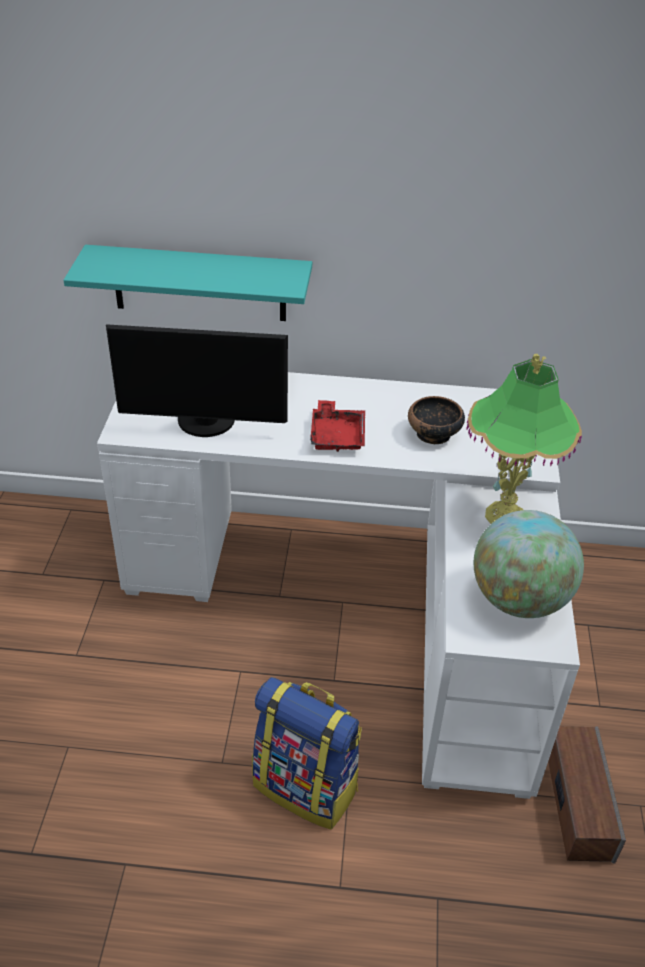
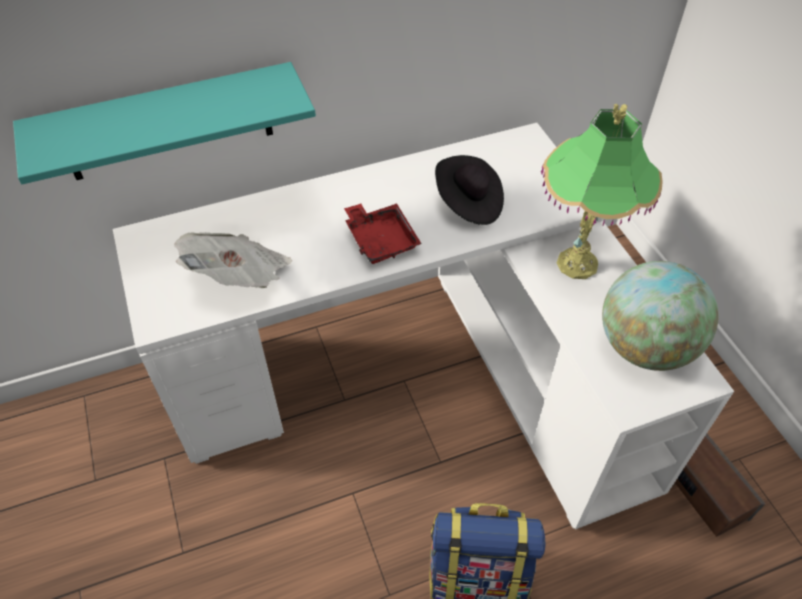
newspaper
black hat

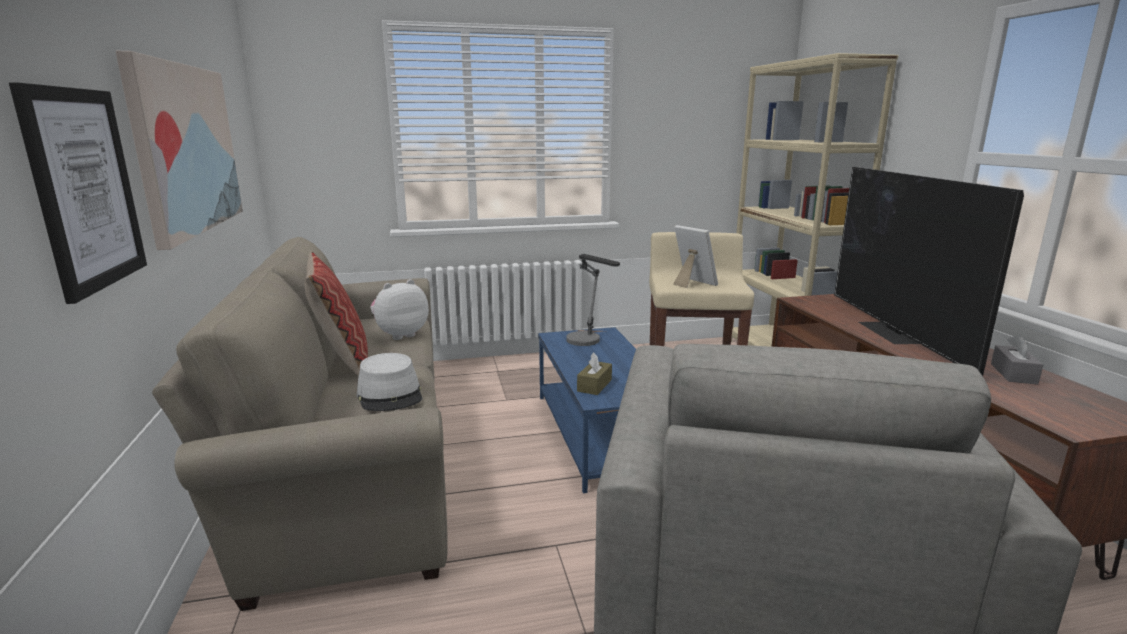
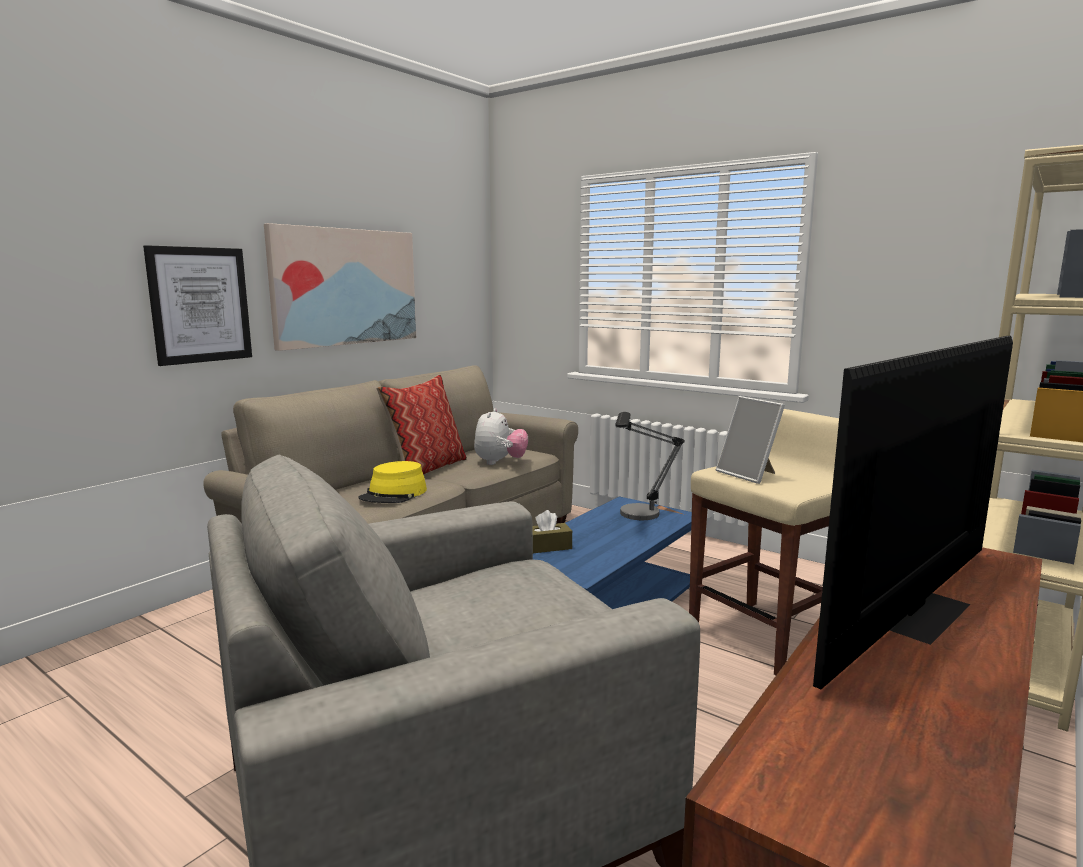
yellow hat
plush toy
picture frame
grey tissue box

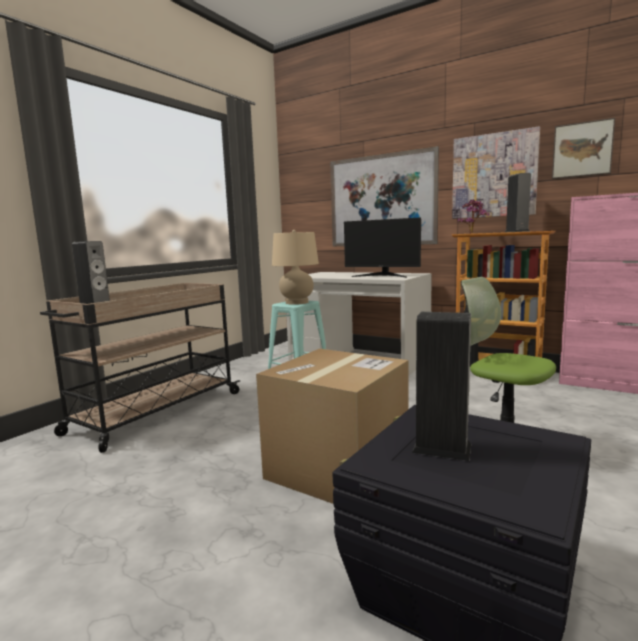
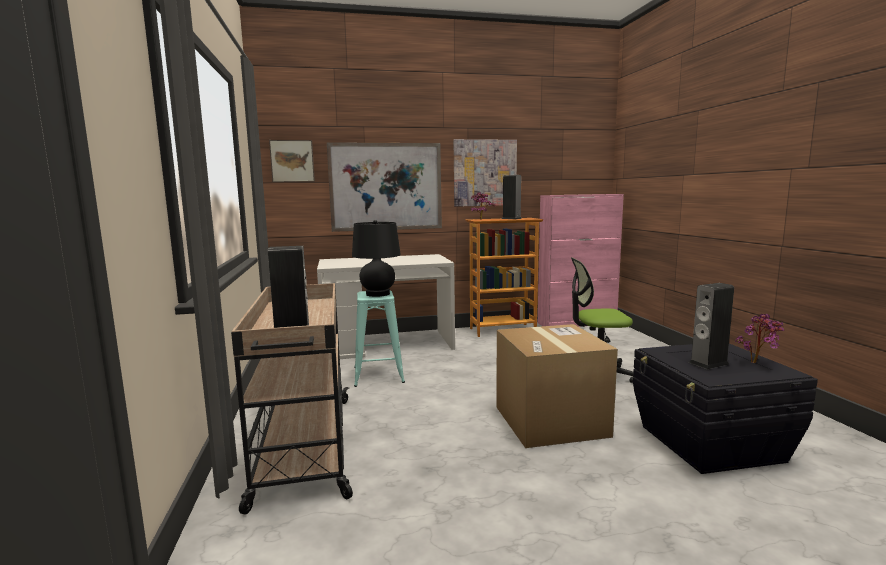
picture (no. 1 from left)
black table lamp
potted plant (no. 2 from left)
monitor

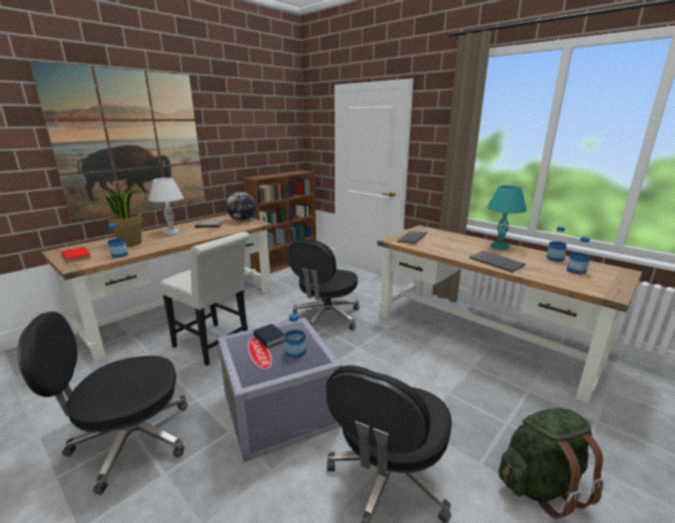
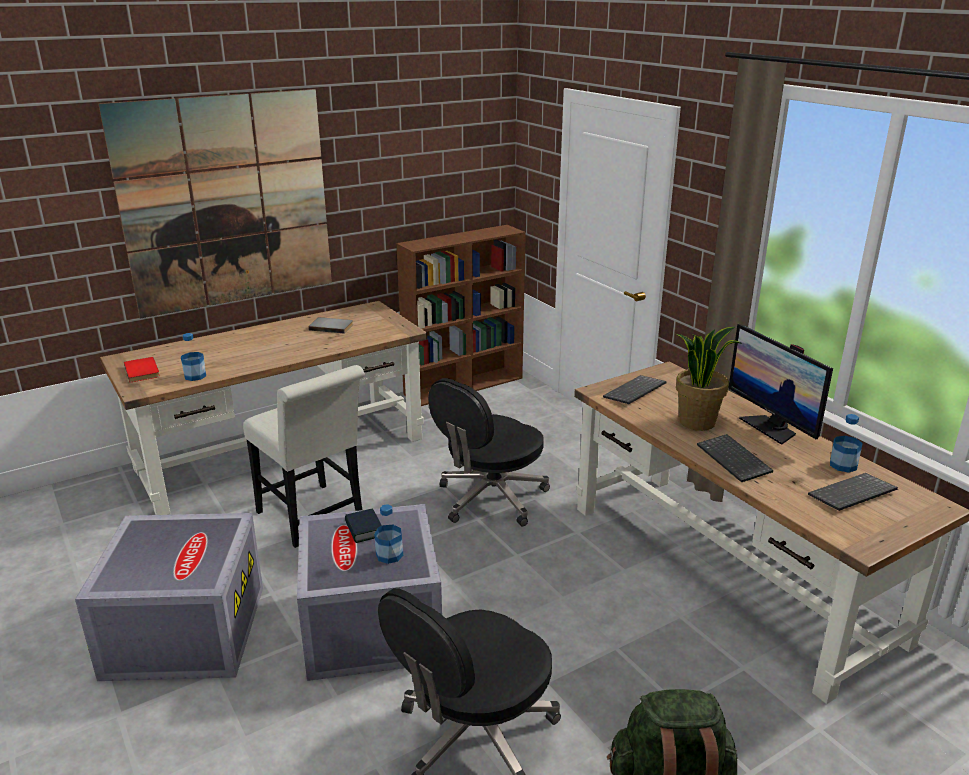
grey storage box (no. 1 from left)
potted plant
monitor
keyboard (no. 3 from left)
white table lamp
globe

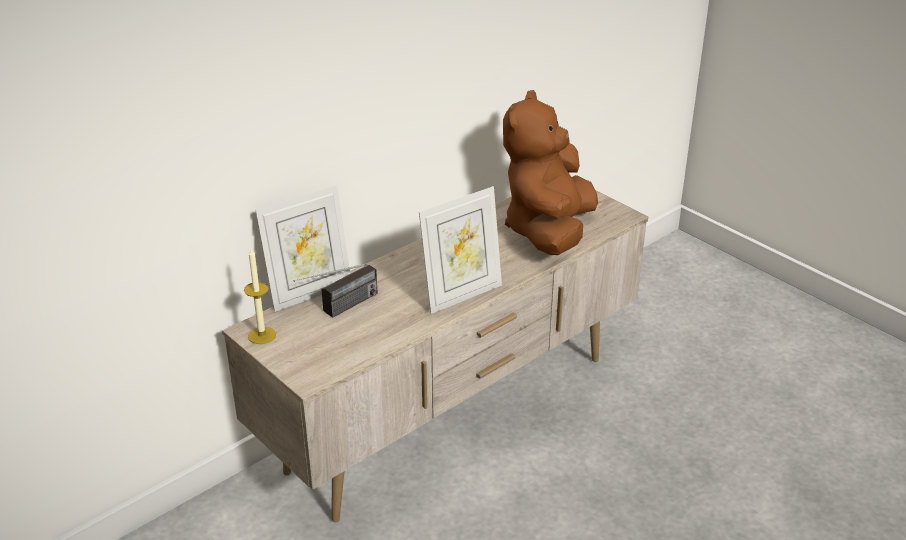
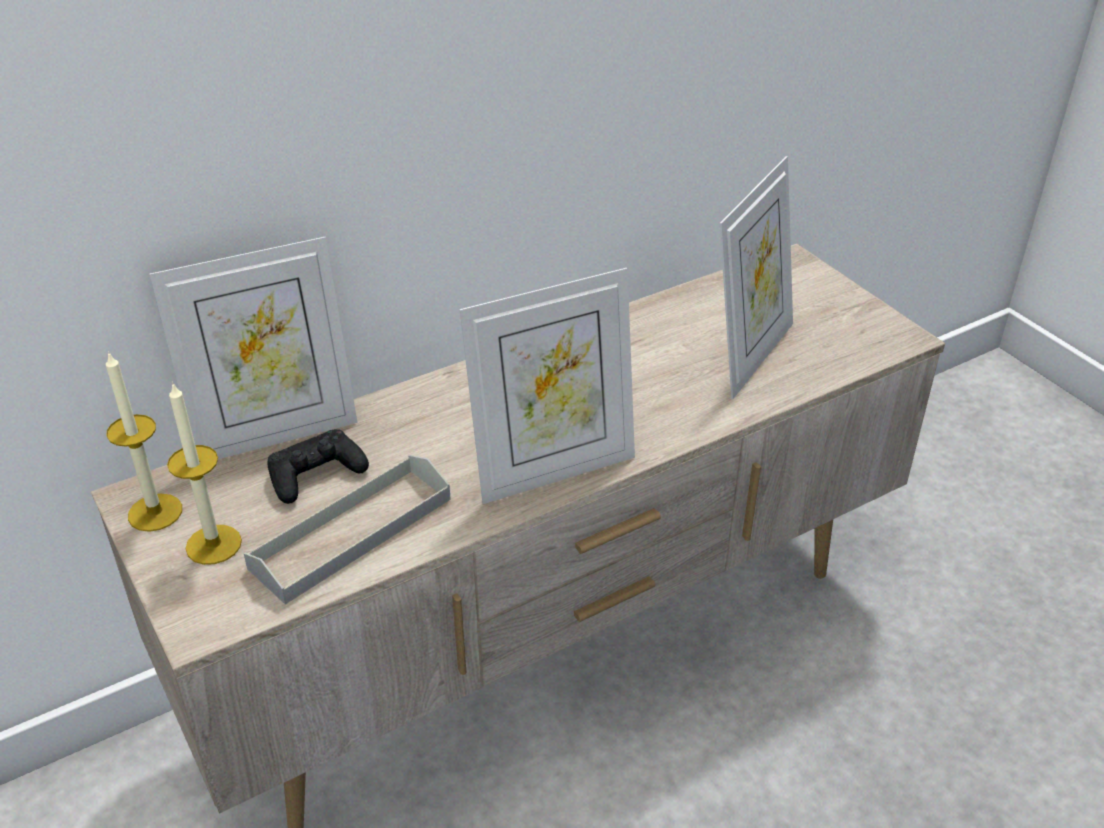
candle (no. 2 from left)
grey tray
black game controller
picture frame (no. 3 from left)

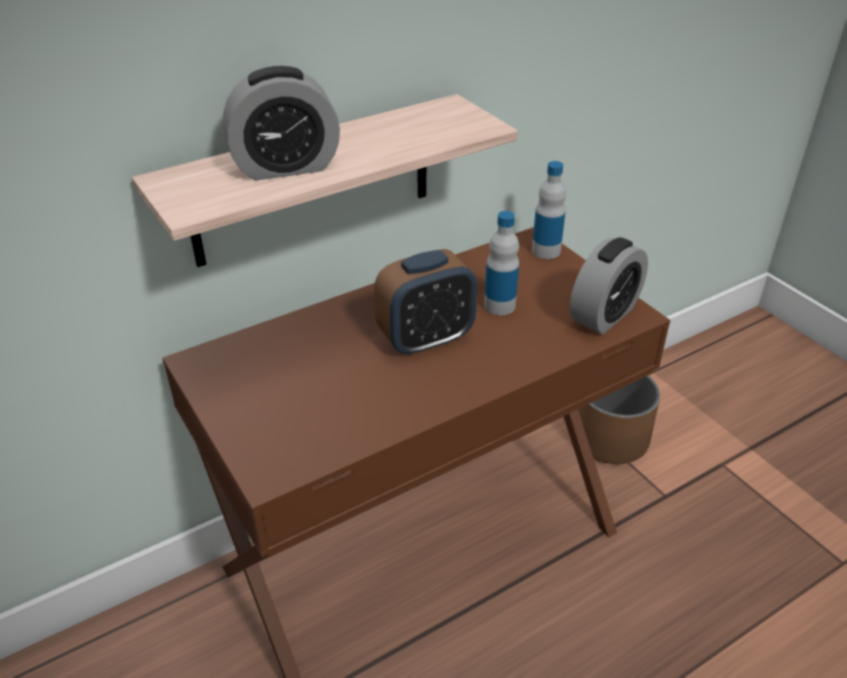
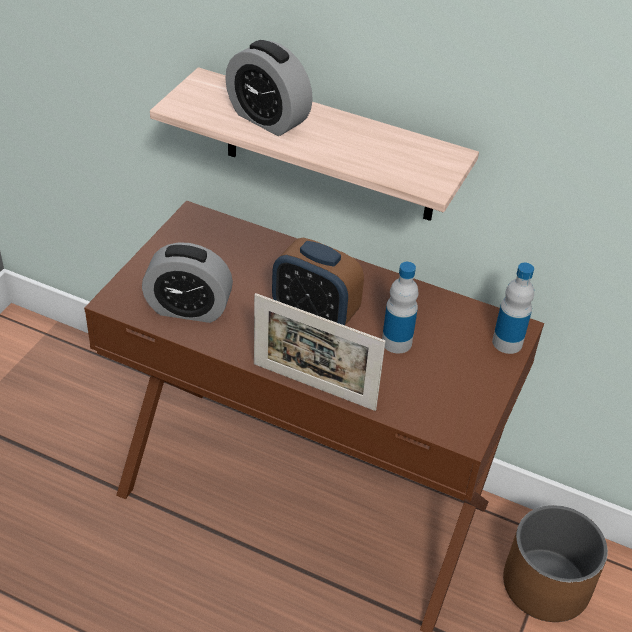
alarm clock (no. 1 from left)
picture frame

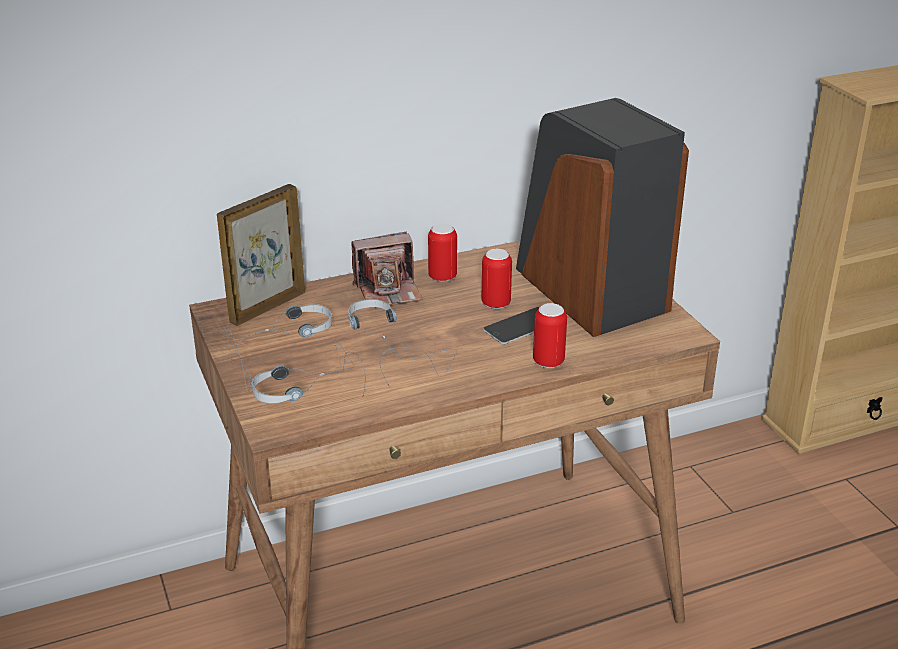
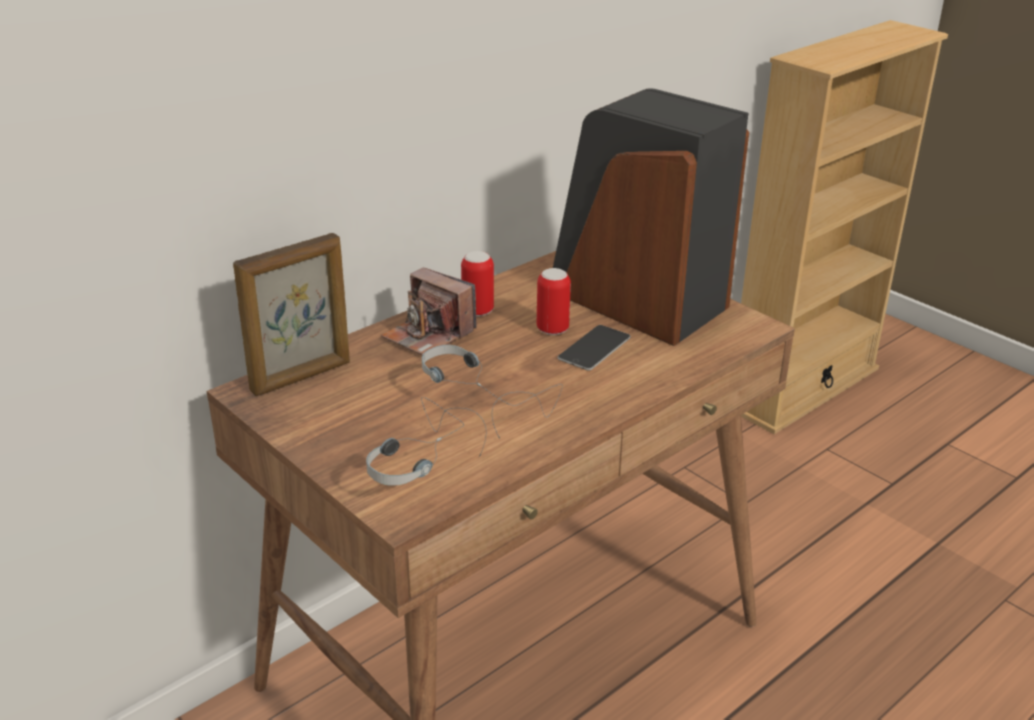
picture frame
photo camera
headphones (no. 1 from left in the first image)
can (no. 3 from left in the first image)

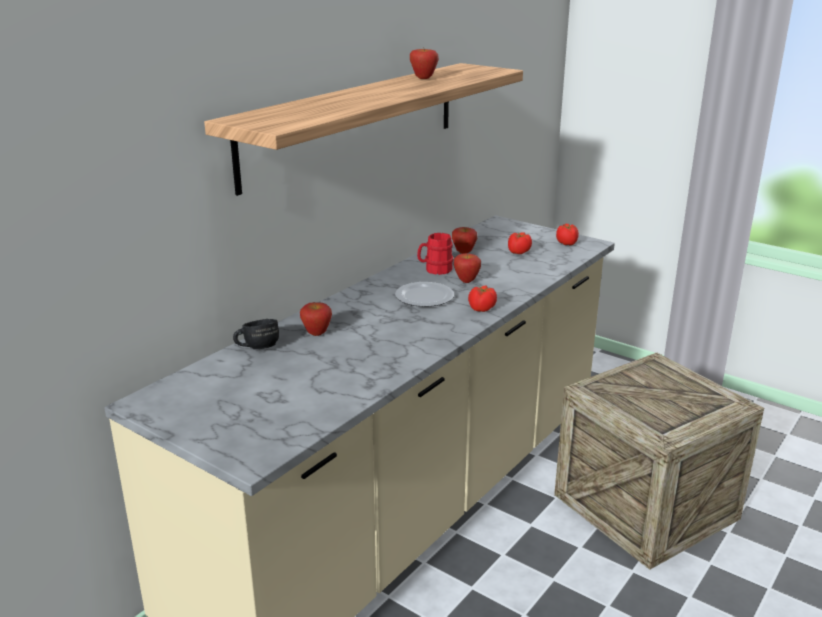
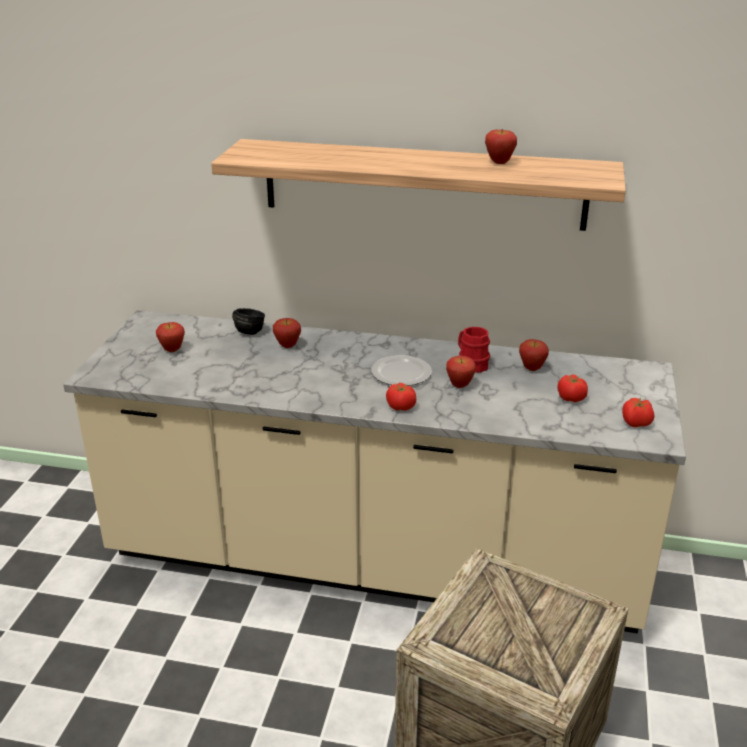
apple (no. 1 from left)

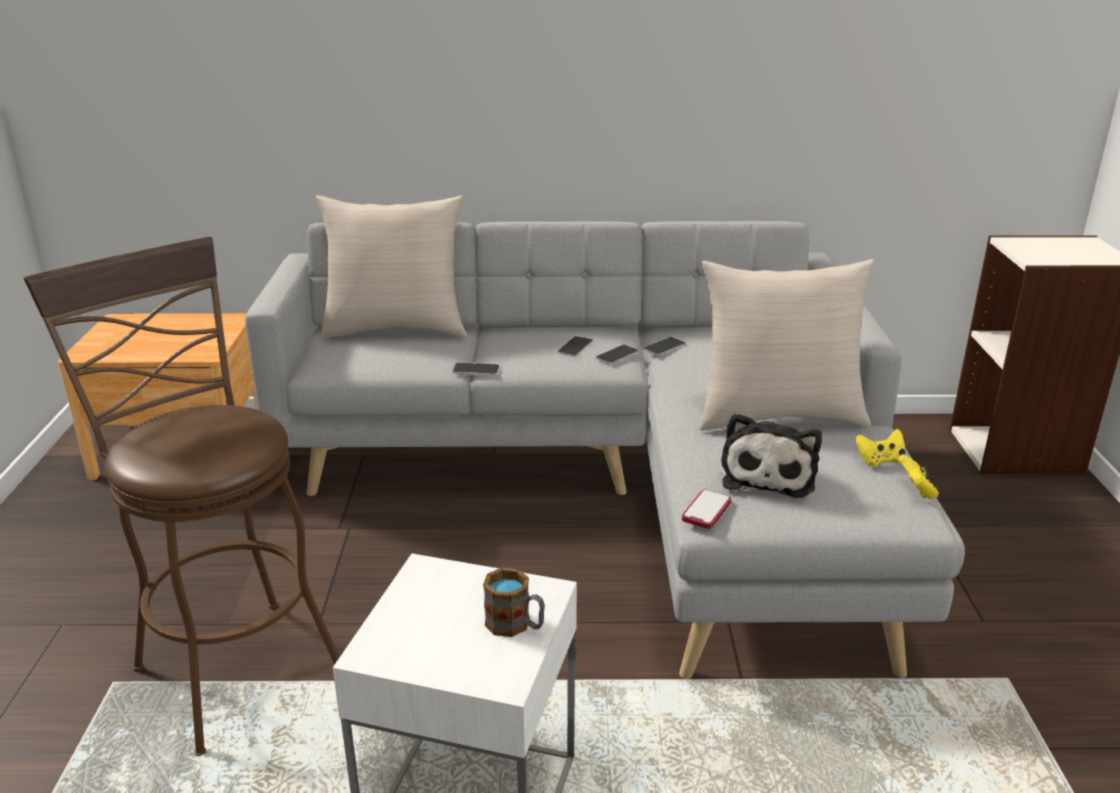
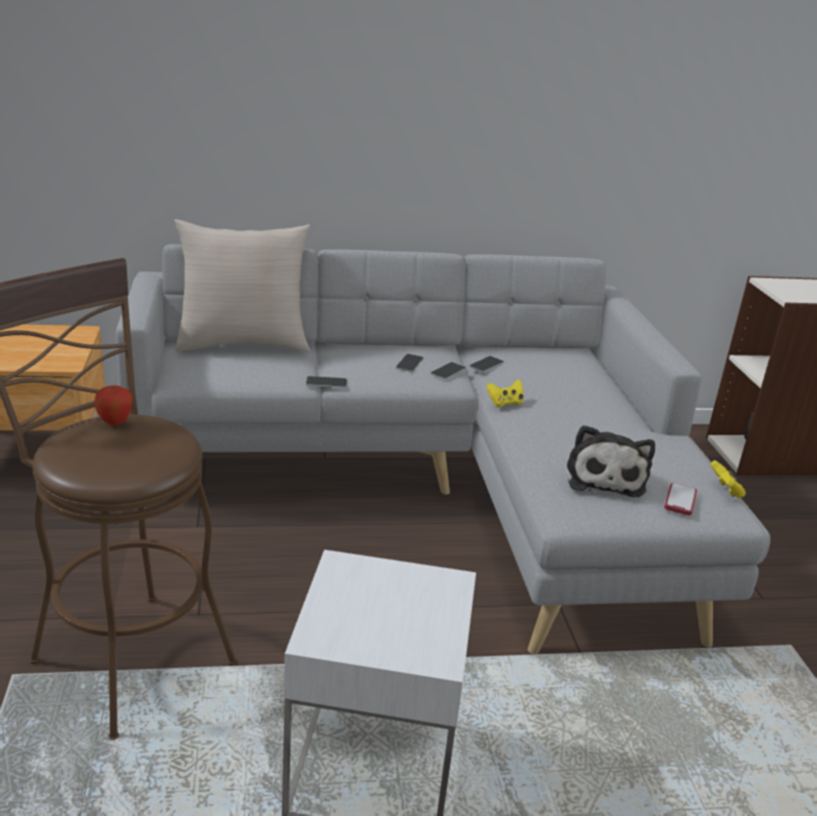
apple
yellow game controller (no. 1 from left)
phone (no. 5 from left)
mug
beige pillow (no. 2 from left in the first image)

